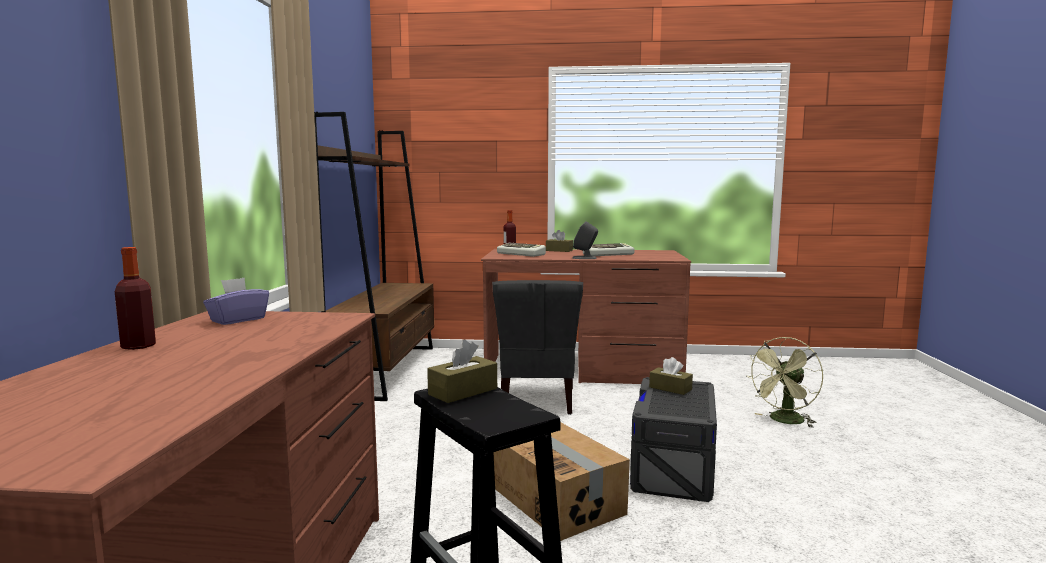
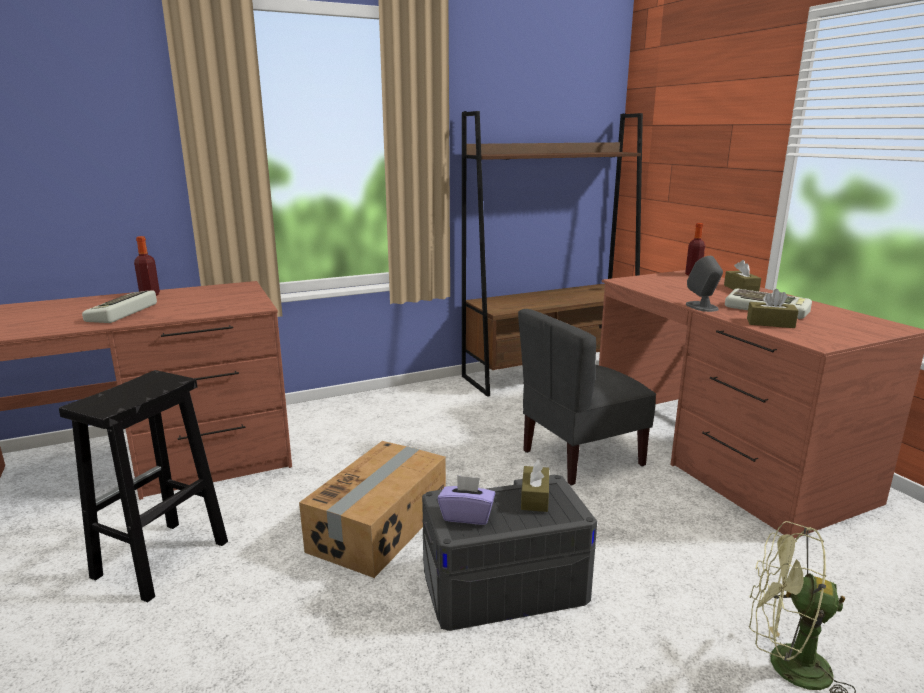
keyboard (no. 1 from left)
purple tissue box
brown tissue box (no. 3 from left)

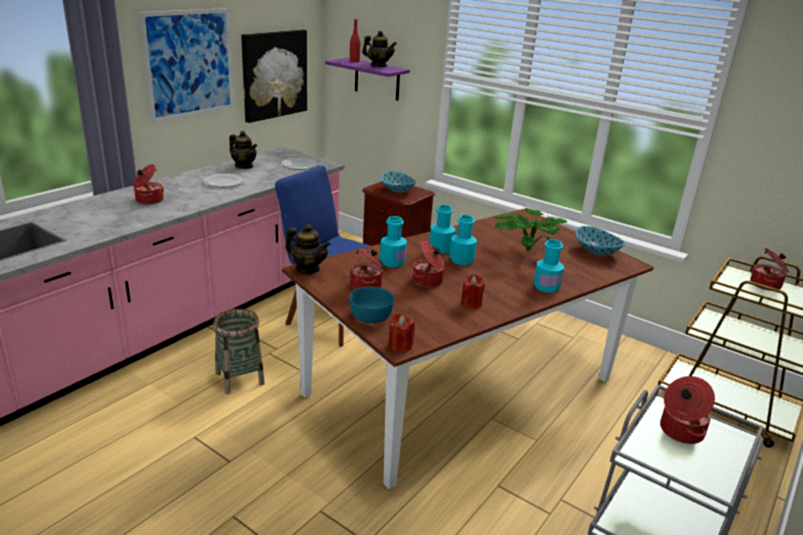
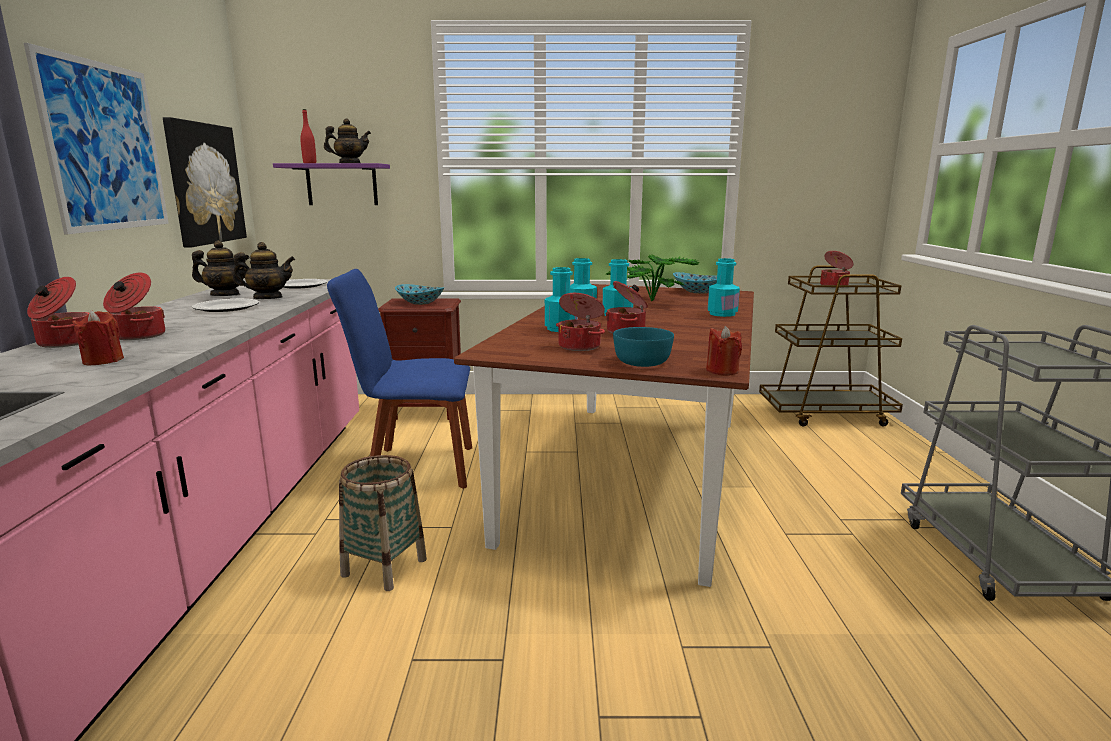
cooking pot (no. 1 from left)
red candle (no. 1 from left)
teapot (no. 2 from left)

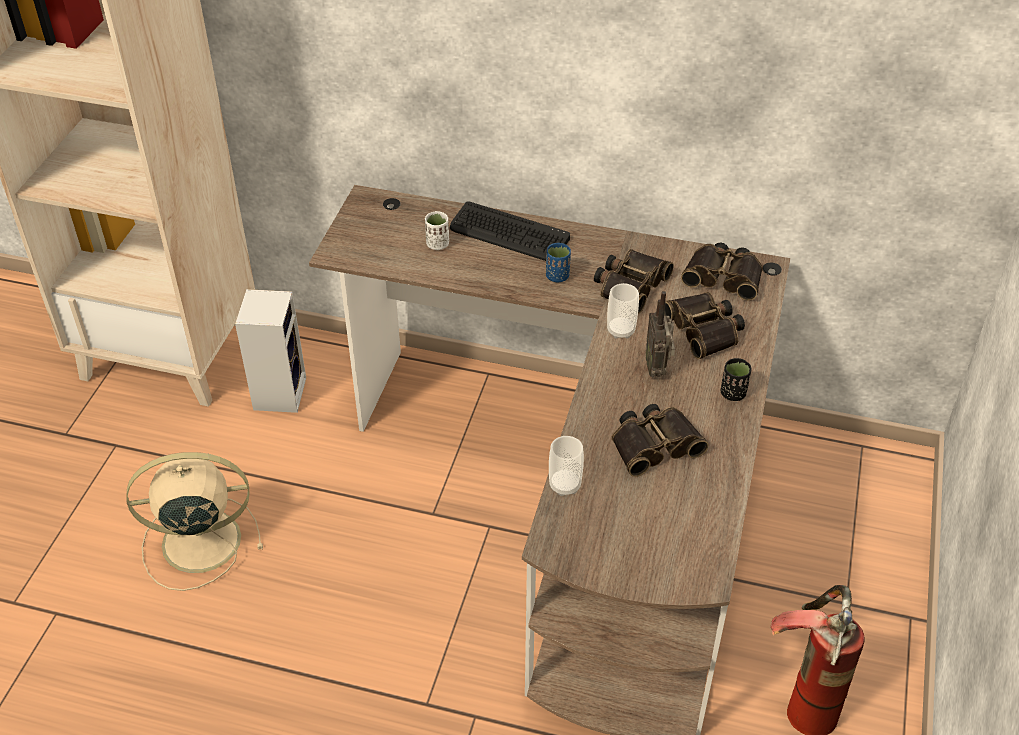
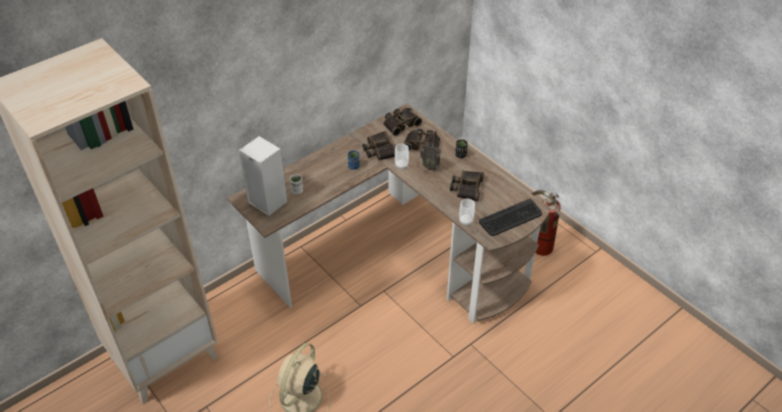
speaker
keyboard

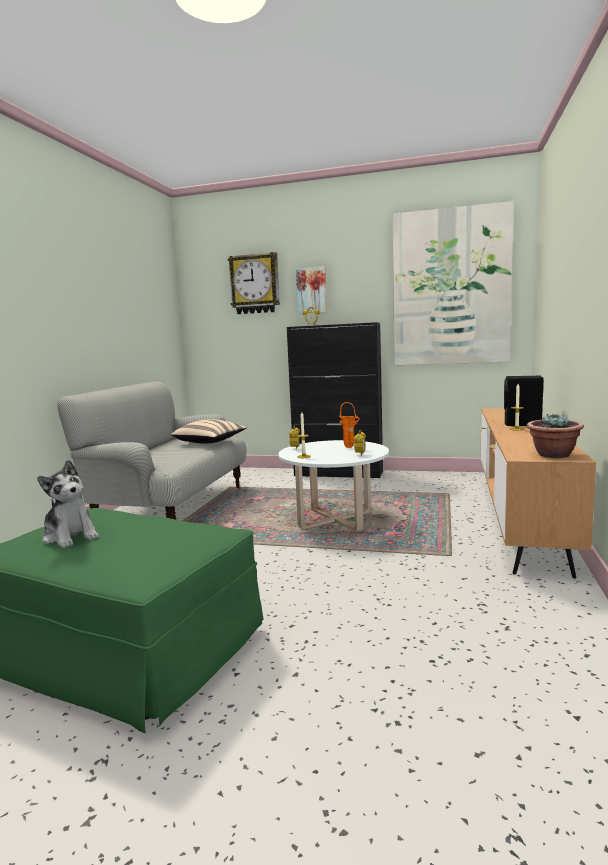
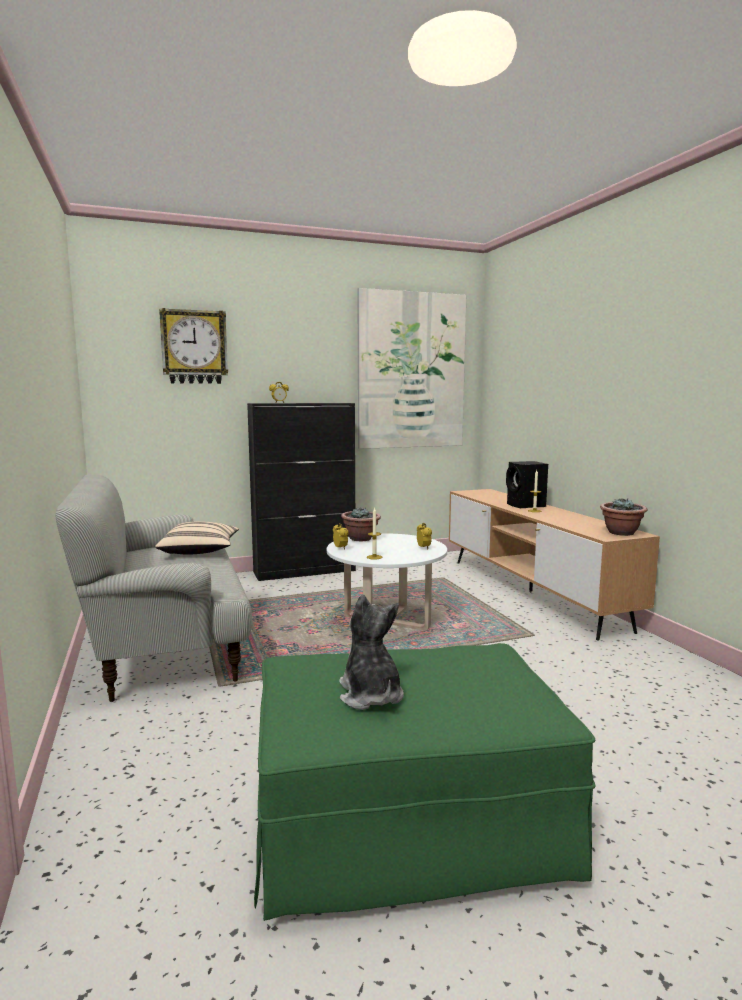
plush toy
potted plant (no. 1 from left)
picture (no. 1 from left in the first image)
orange vase

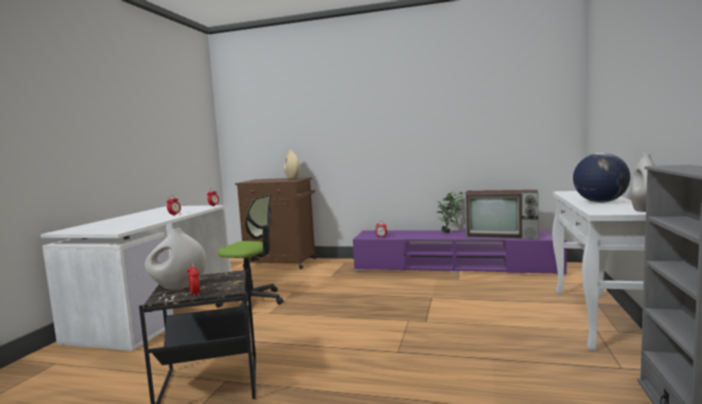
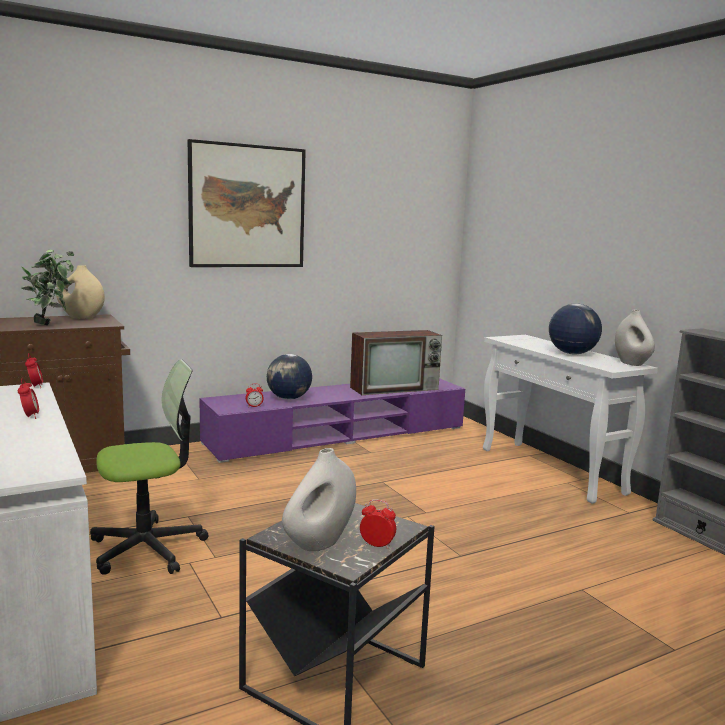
potted plant
picture
globe (no. 1 from left)

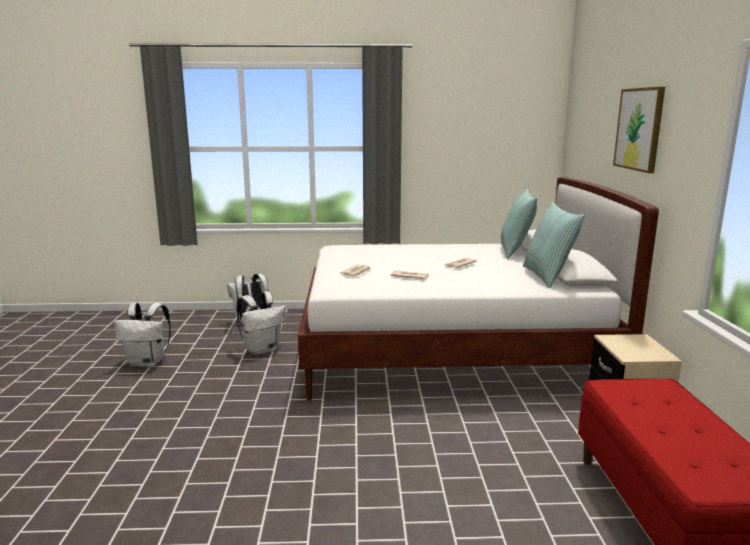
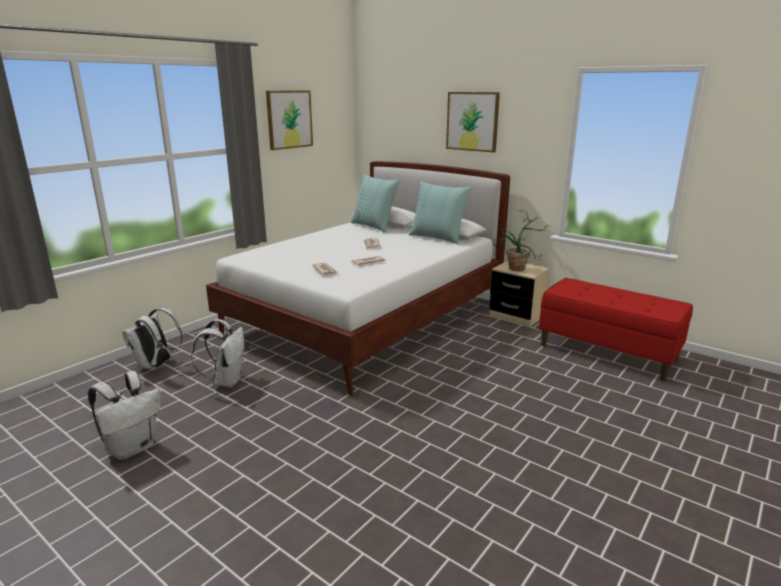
picture (no. 1 from left)
potted plant

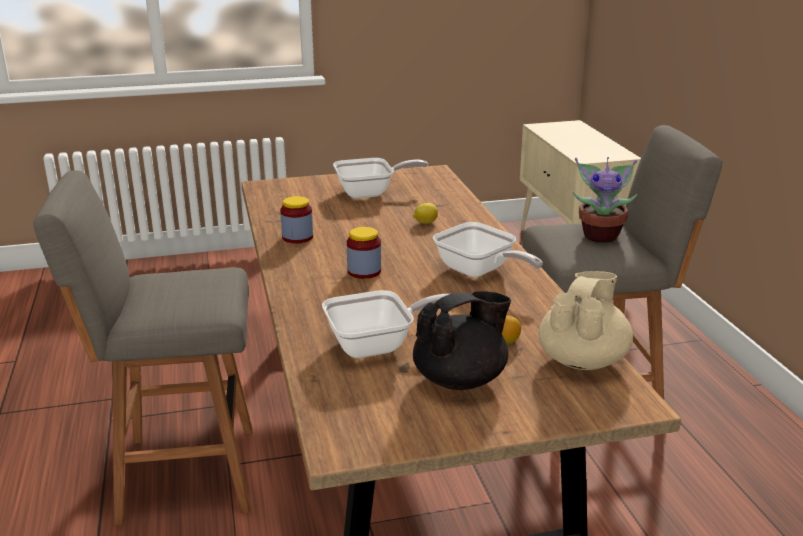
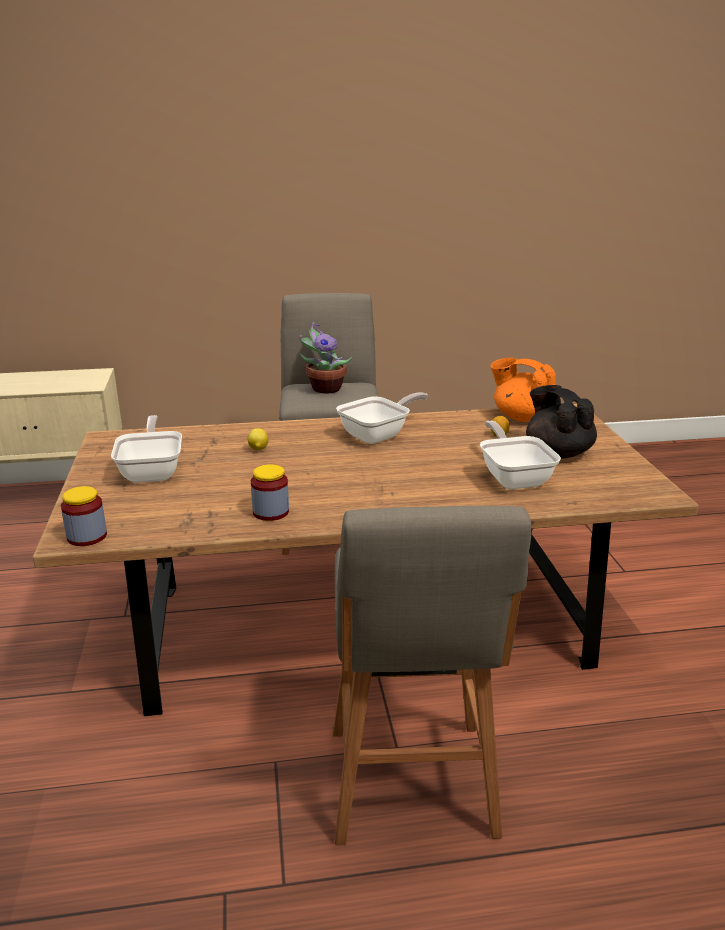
jar (no. 1 from left)
orange teapot

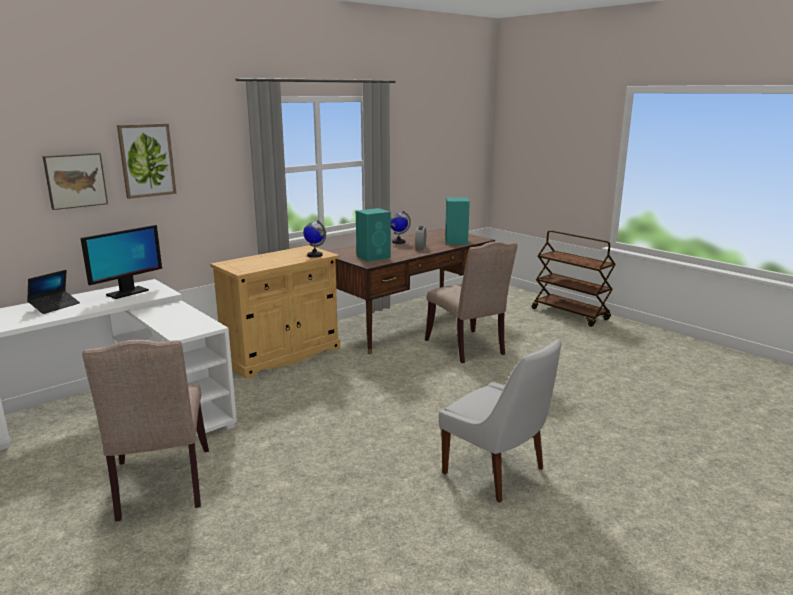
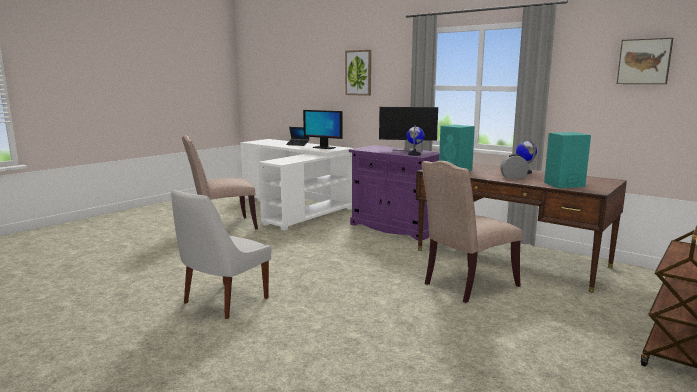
purple cabinet
monitor (no. 2 from left)
picture (no. 2 from left)

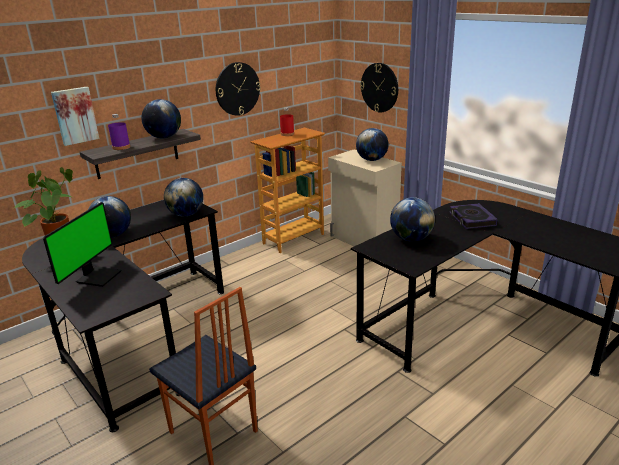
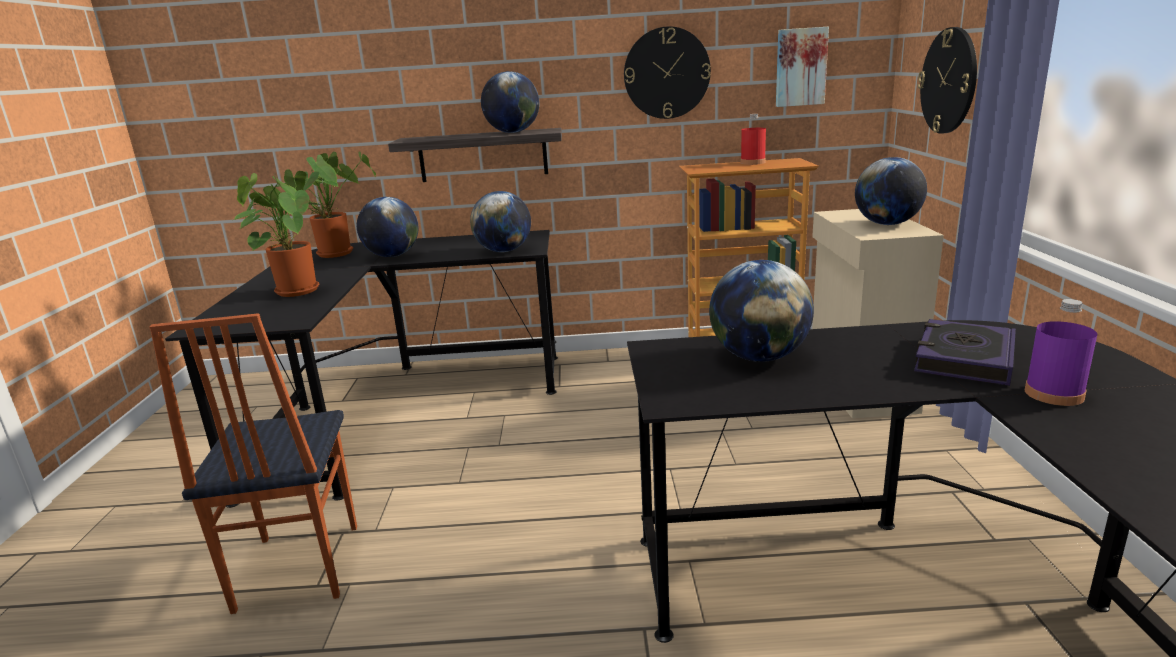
potted plant (no. 1 from left)
picture
purple bottle

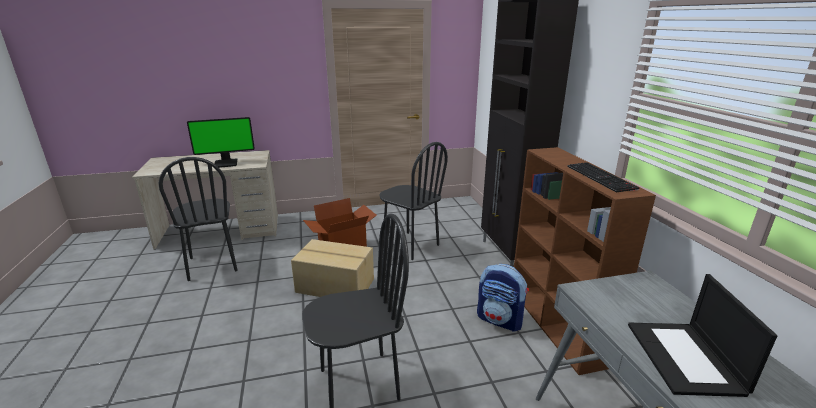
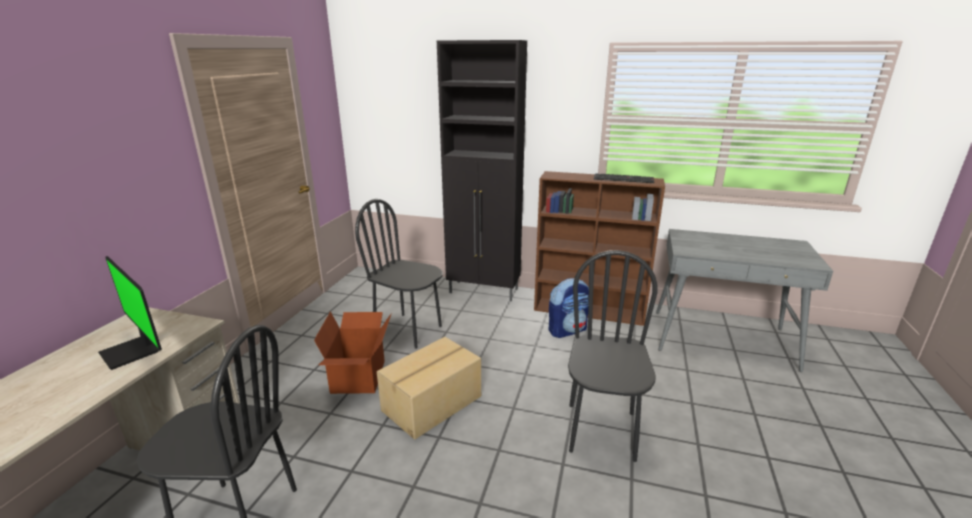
monitor
black chair (no. 2 from left)
laptop

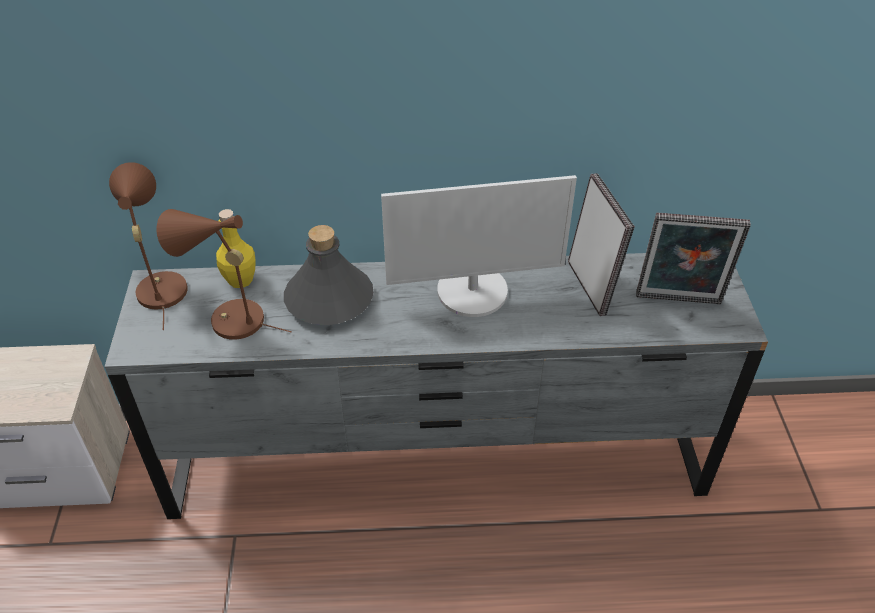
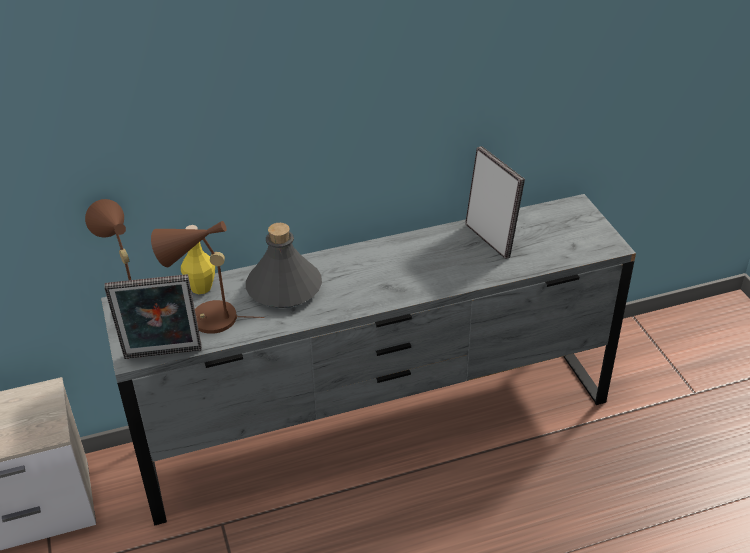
picture frame (no. 1 from left)
monitor

